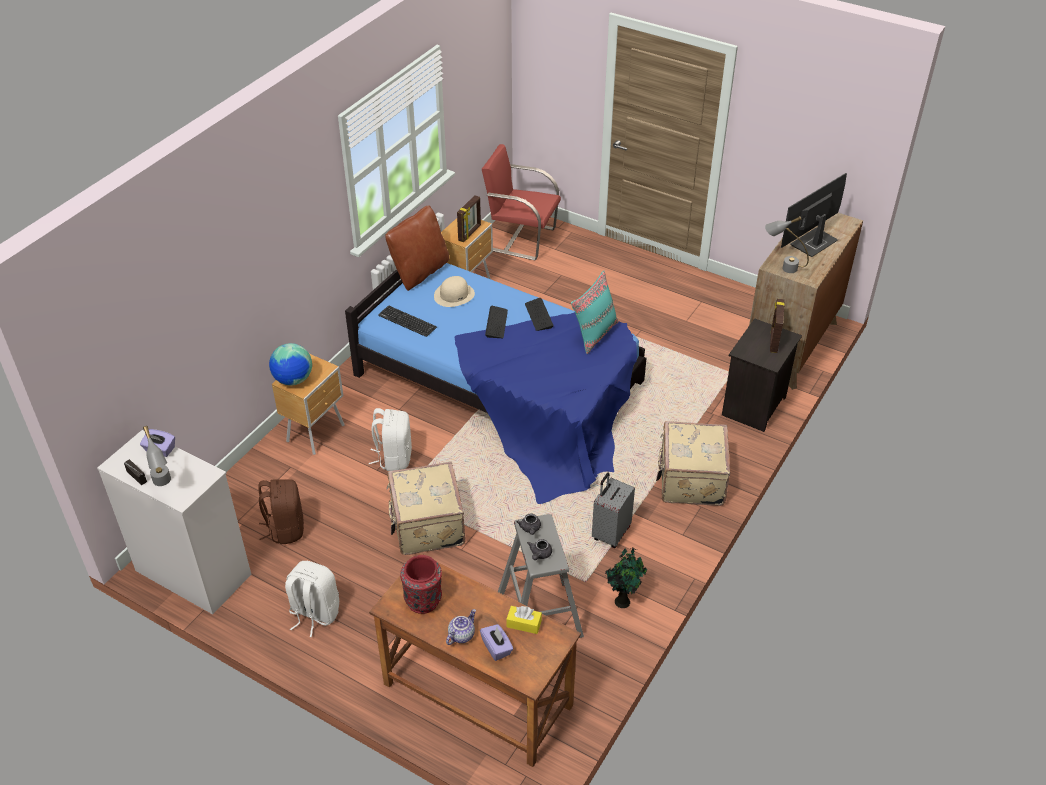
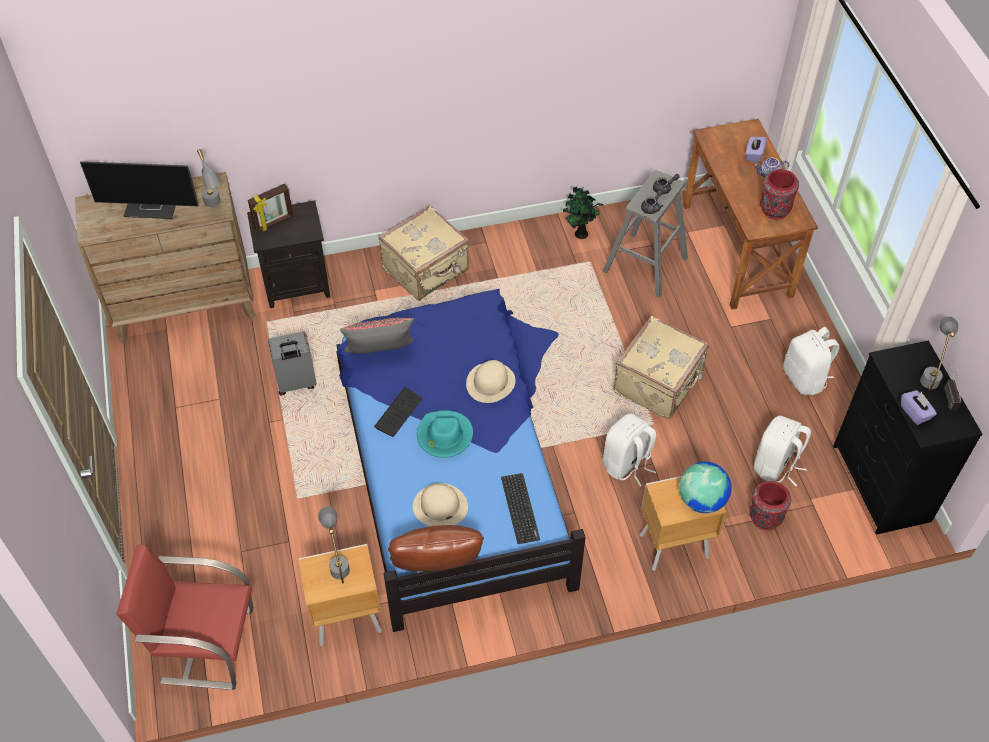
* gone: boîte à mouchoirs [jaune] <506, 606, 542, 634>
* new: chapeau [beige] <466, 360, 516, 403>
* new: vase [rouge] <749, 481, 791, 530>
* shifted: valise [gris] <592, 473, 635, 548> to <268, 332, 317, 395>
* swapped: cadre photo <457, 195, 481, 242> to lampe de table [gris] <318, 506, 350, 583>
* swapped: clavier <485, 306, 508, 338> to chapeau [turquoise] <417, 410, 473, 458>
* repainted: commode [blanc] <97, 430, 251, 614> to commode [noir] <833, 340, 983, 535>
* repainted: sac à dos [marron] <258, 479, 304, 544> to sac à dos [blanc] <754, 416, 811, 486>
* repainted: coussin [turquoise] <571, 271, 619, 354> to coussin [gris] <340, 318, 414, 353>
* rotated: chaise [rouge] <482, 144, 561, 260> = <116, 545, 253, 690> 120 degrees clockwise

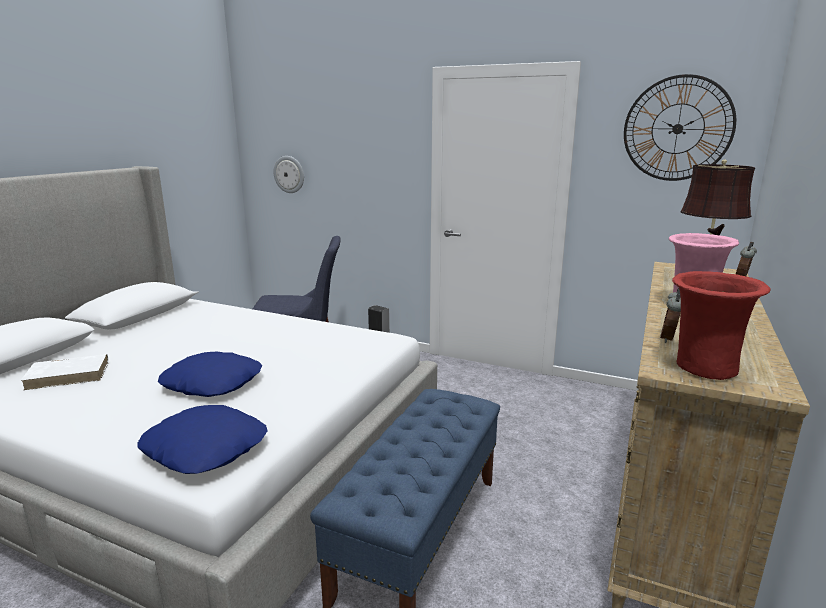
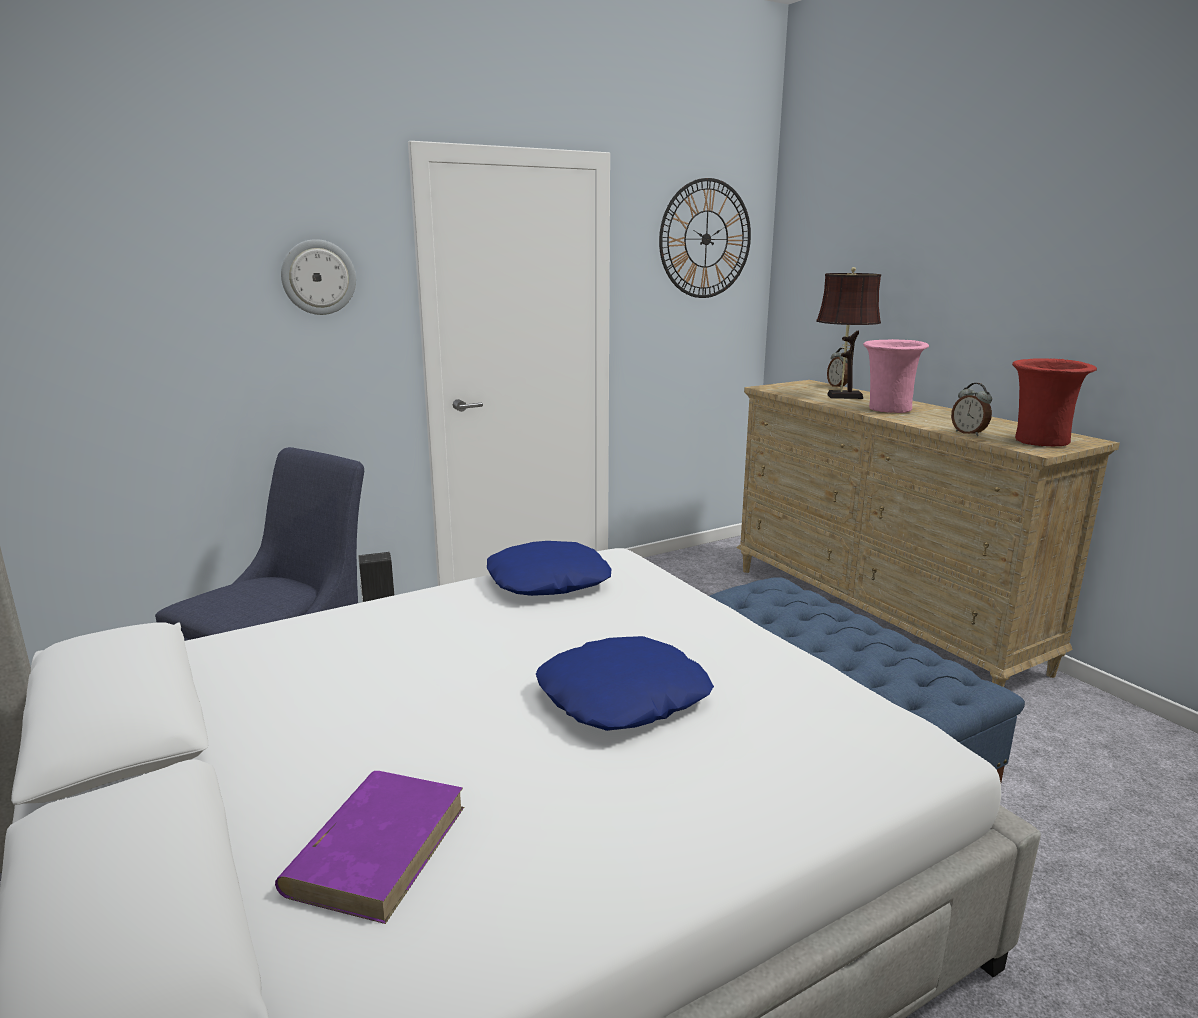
* shifted: coussin [bleu] <137, 405, 267, 474> to <487, 541, 611, 596>
* shifted: horloge murale <274, 156, 304, 193> to <281, 239, 356, 315>
* repainted: livre [blanc] <20, 354, 109, 390> to livre [violet] <275, 771, 464, 924>

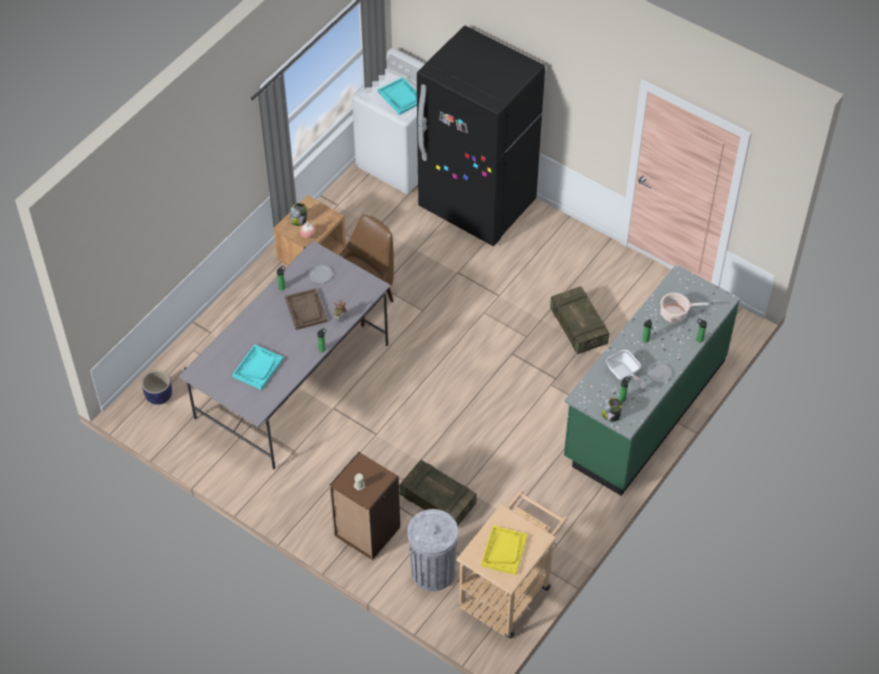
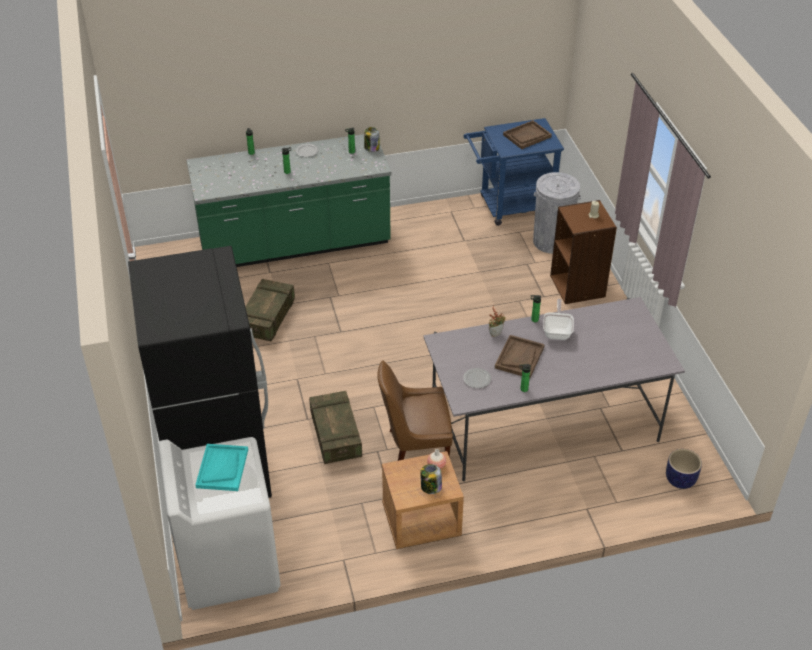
* gone: plateau [turquoise] <232, 344, 283, 390>
* gone: marmite <660, 293, 709, 323>
* shifted: caisse <400, 460, 477, 526> to <309, 391, 362, 464>
* shifted: poêle <606, 350, 646, 389> to <543, 299, 574, 340>
* repainted: chariot [beige] <456, 490, 567, 639> to chariot [bleu] <464, 118, 564, 226>
* repainted: plateau [jaune] <481, 525, 528, 575> to plateau [marron] <503, 120, 552, 149>

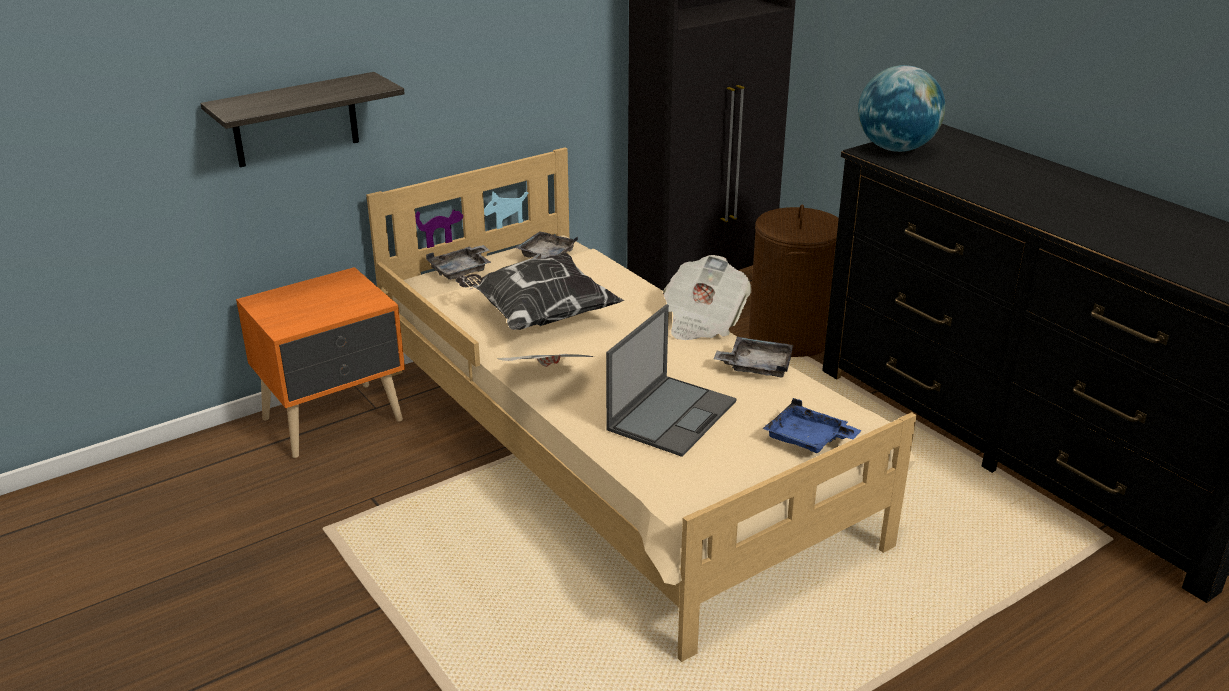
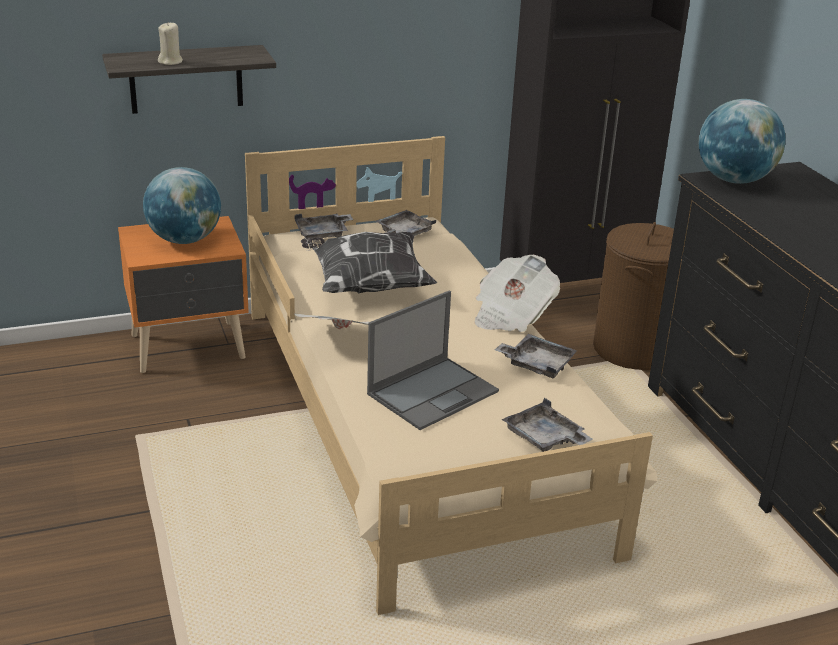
* new: globe <143, 167, 221, 244>
* new: bougie [beige] <158, 22, 183, 65>
* repainted: plateau [bleu] <762, 398, 862, 453> to plateau [gris] <501, 398, 593, 452>

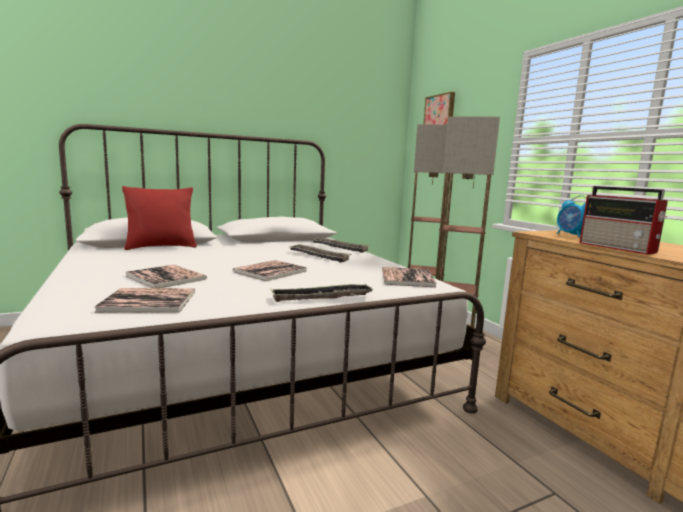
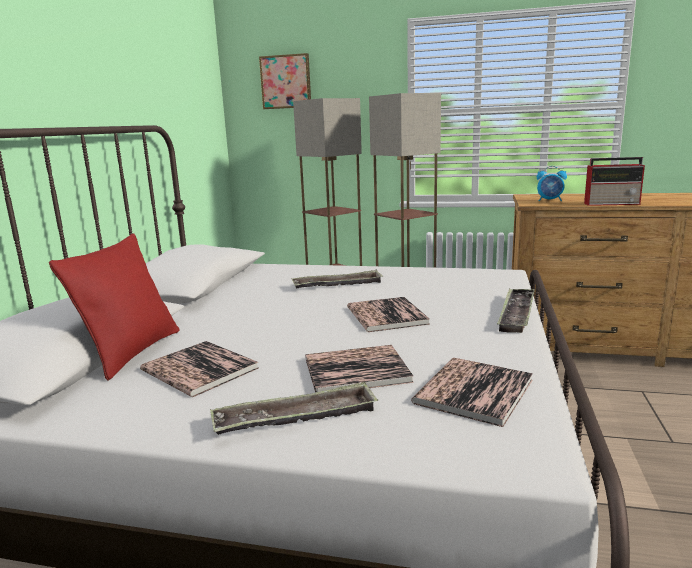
* shifted: plateau <313, 238, 370, 253> to <210, 382, 378, 435>
* shifted: livre <382, 267, 436, 287> to <140, 341, 258, 397>

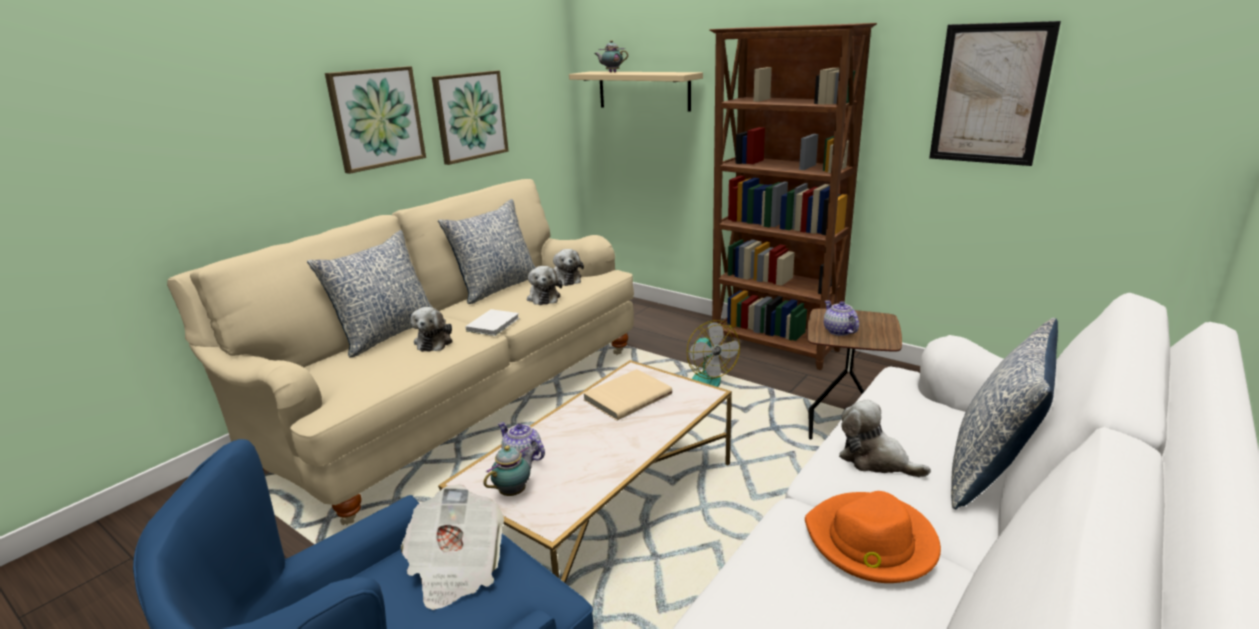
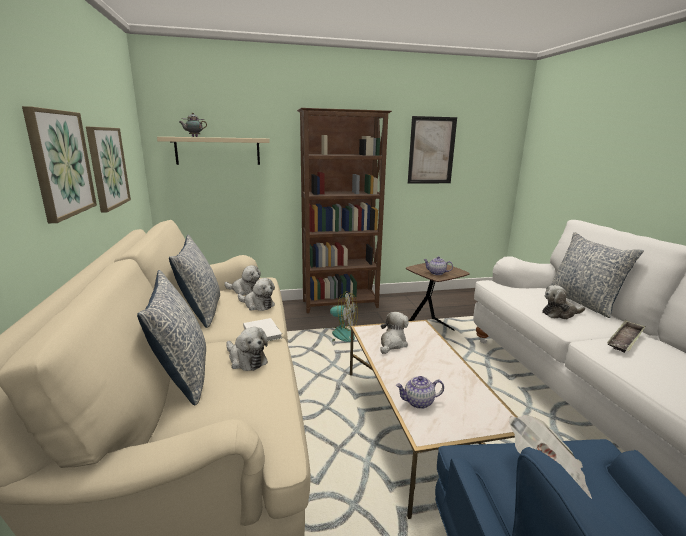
* gone: théière <483, 446, 536, 496>
* swapped: livre [beige] <583, 369, 672, 421> to peluche <380, 312, 409, 354>
* swapped: chapeau [orange] <805, 491, 941, 583> to plateau <607, 320, 645, 353>

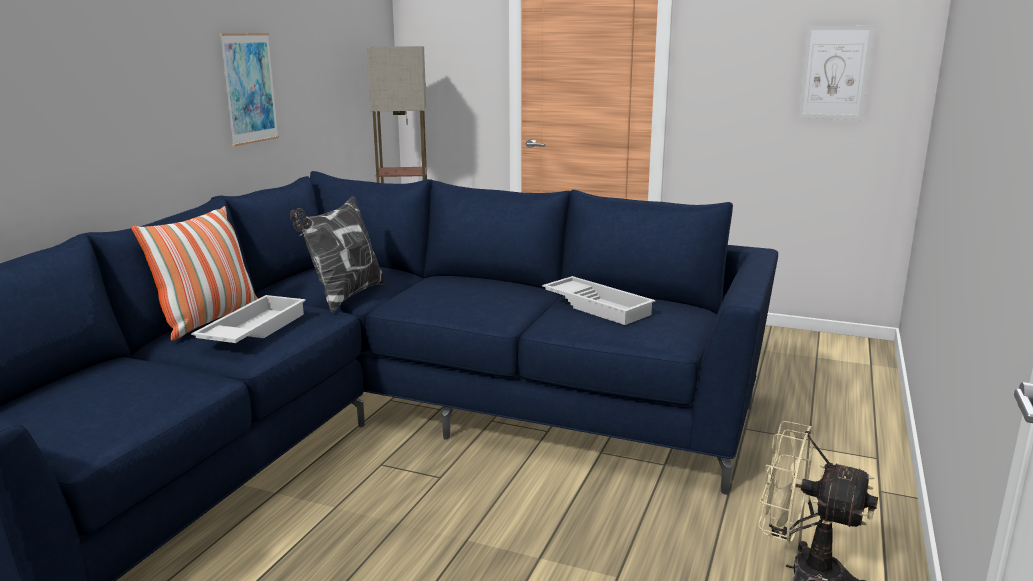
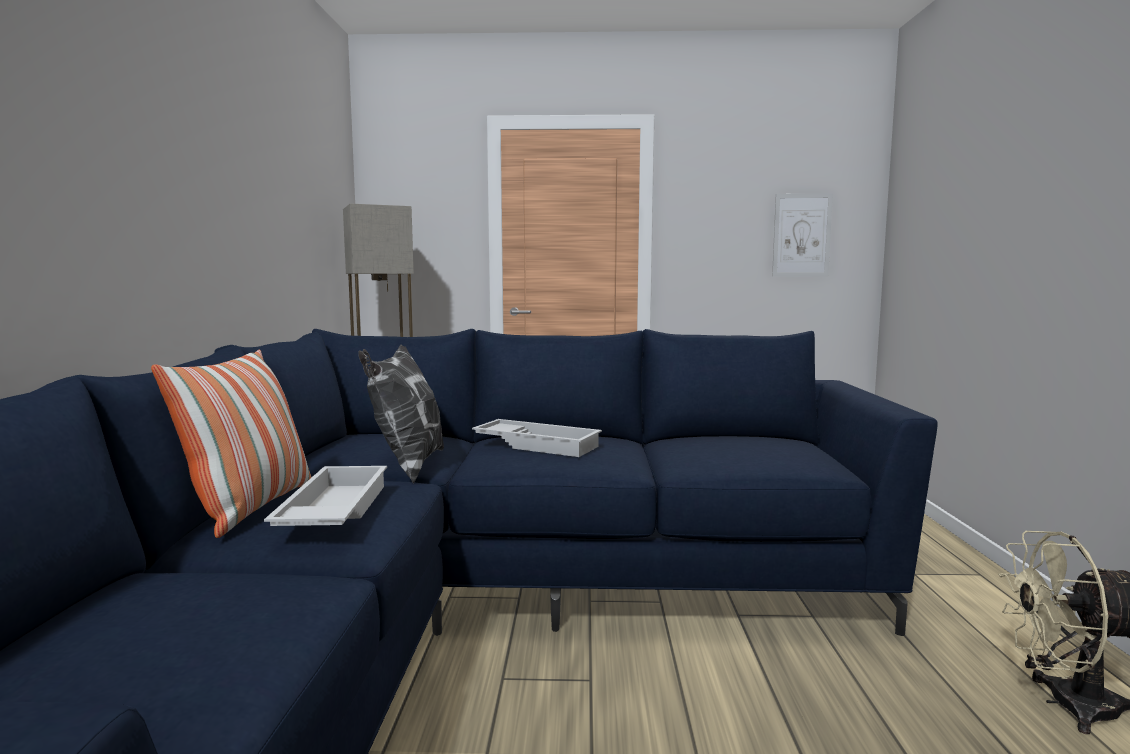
* gone: tableau <219, 33, 279, 147>
* shifted: plateau [blanc] <542, 276, 656, 325> to <472, 419, 602, 457>

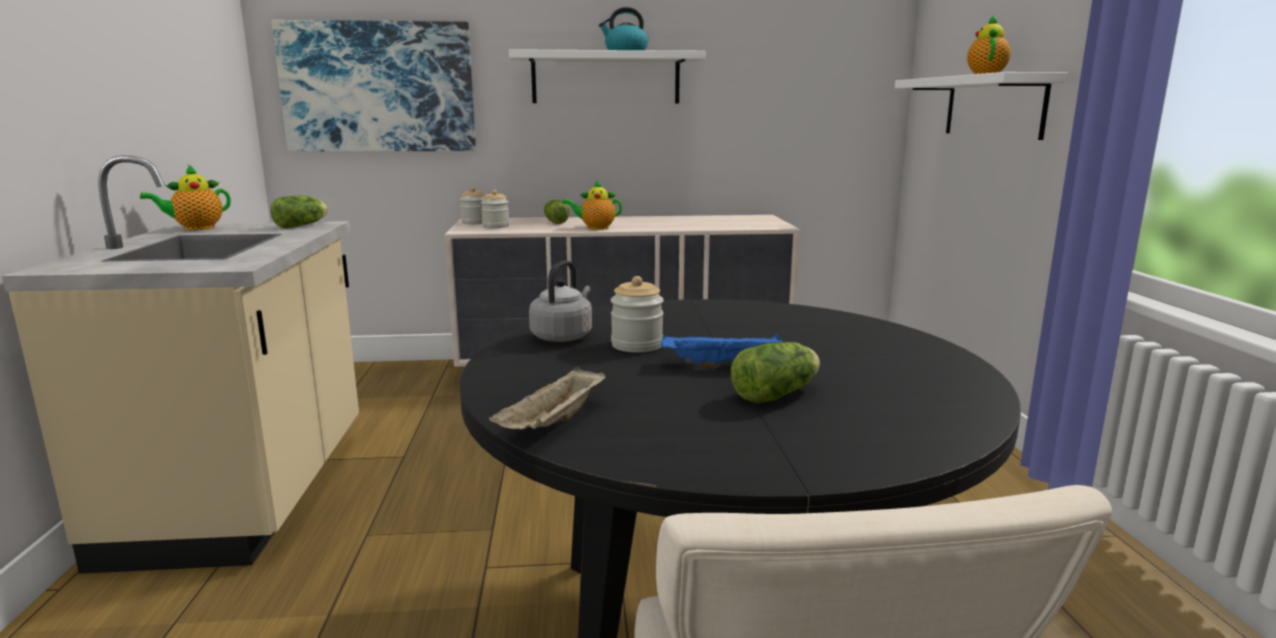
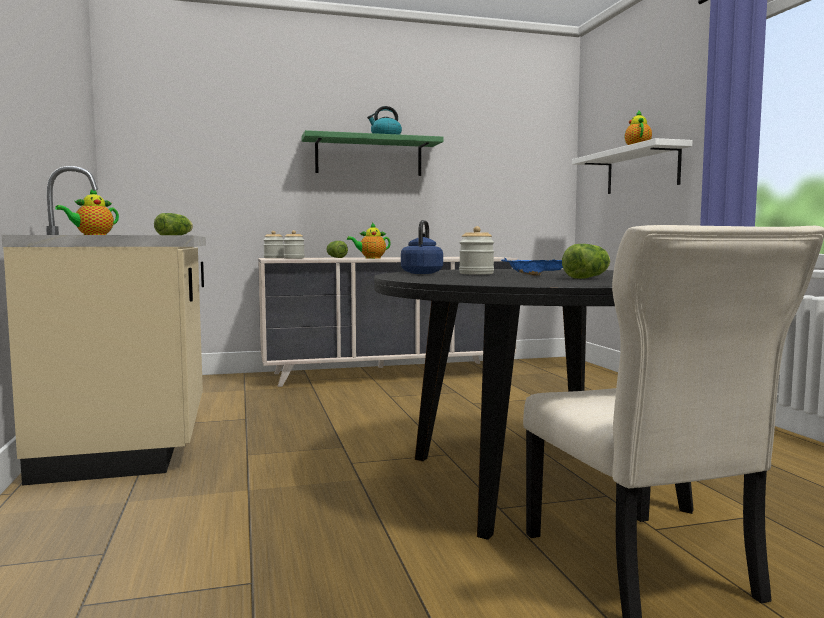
* gone: tableau <272, 20, 476, 152>
* gone: plateau [beige] <489, 366, 606, 429>
* repainted: étagère [blanc] <509, 49, 705, 103> to étagère [vert] <301, 130, 444, 176>
* repainted: bouilloire [gris] <529, 260, 592, 342> to bouilloire [bleu] <401, 220, 443, 274>

